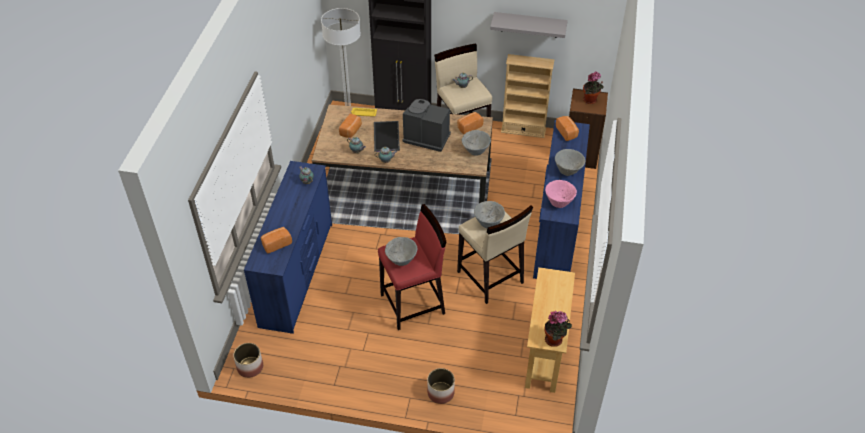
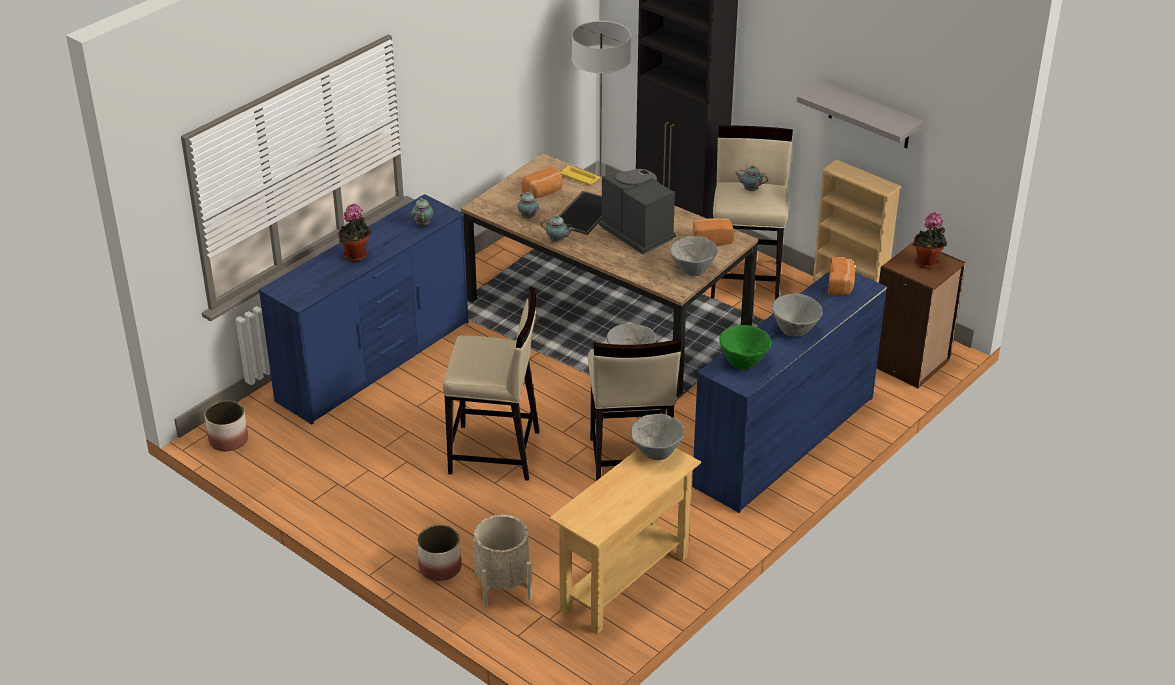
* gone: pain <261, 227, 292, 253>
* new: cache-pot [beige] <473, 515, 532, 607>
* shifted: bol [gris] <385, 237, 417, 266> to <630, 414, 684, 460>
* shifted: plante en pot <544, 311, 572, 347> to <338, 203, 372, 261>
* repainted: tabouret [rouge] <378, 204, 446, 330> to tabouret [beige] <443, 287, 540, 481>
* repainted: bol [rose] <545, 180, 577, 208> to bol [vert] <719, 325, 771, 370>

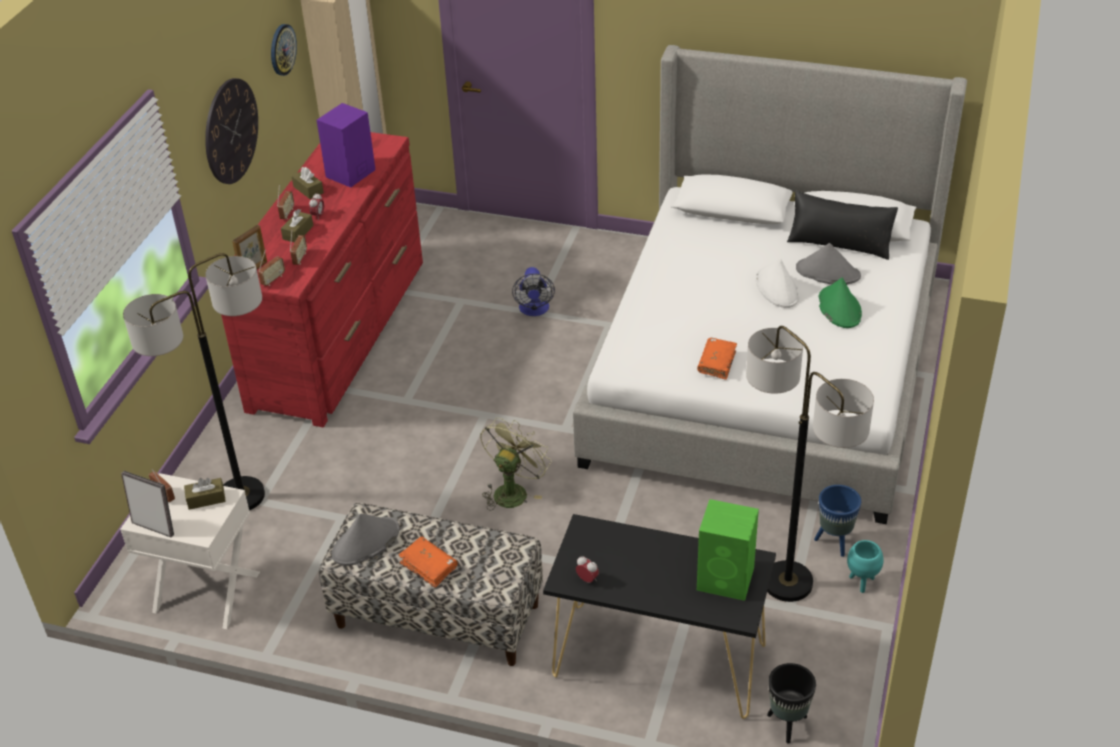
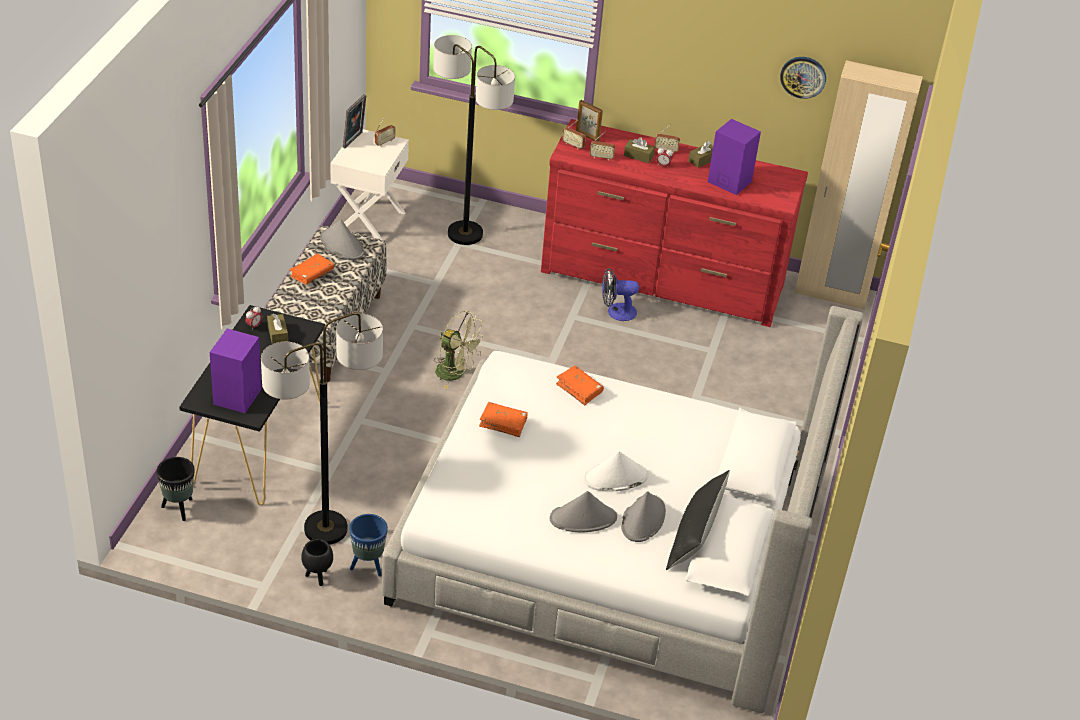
* gone: horloge murale <205, 78, 258, 184>
* new: livre [orange] <556, 366, 604, 405>
* shifted: boîte à mouchoirs [marron] <184, 478, 226, 510> to <267, 314, 288, 344>
* shifted: ventilateur <512, 267, 555, 316> to <602, 268, 639, 321>
* repainted: enceinte [vert] <697, 499, 759, 601> to enceinte [violet] <210, 329, 262, 413>
* repainted: chapeau [vert] <819, 277, 862, 328> to chapeau [gris] <550, 491, 617, 533>
* repainted: cache-pot [turquoise] <847, 540, 883, 593> to cache-pot [noir] <301, 539, 333, 586>

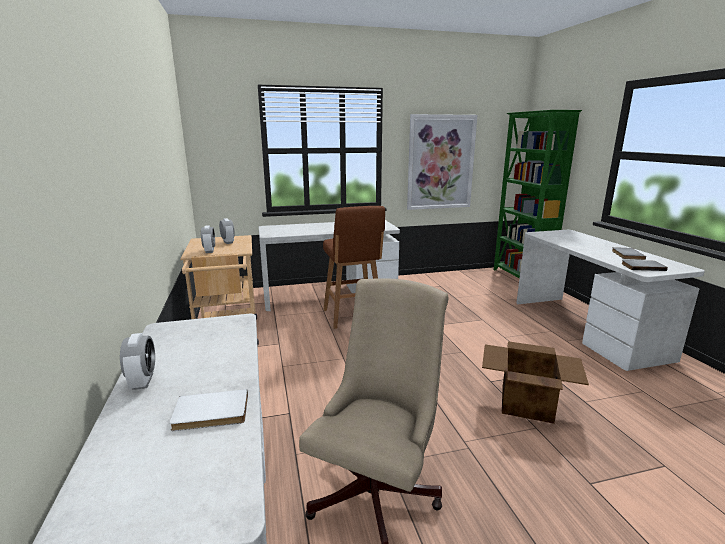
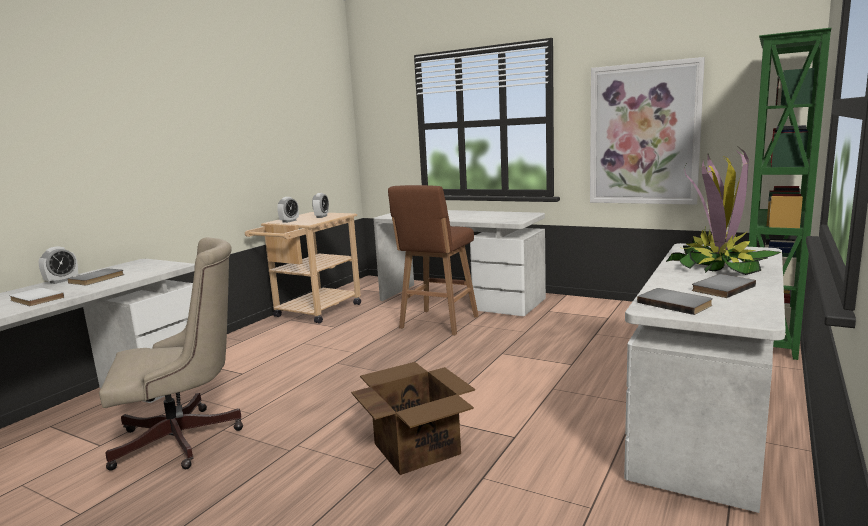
* new: livre [gris] <67, 268, 124, 285>
* new: plante en pot <666, 145, 781, 275>

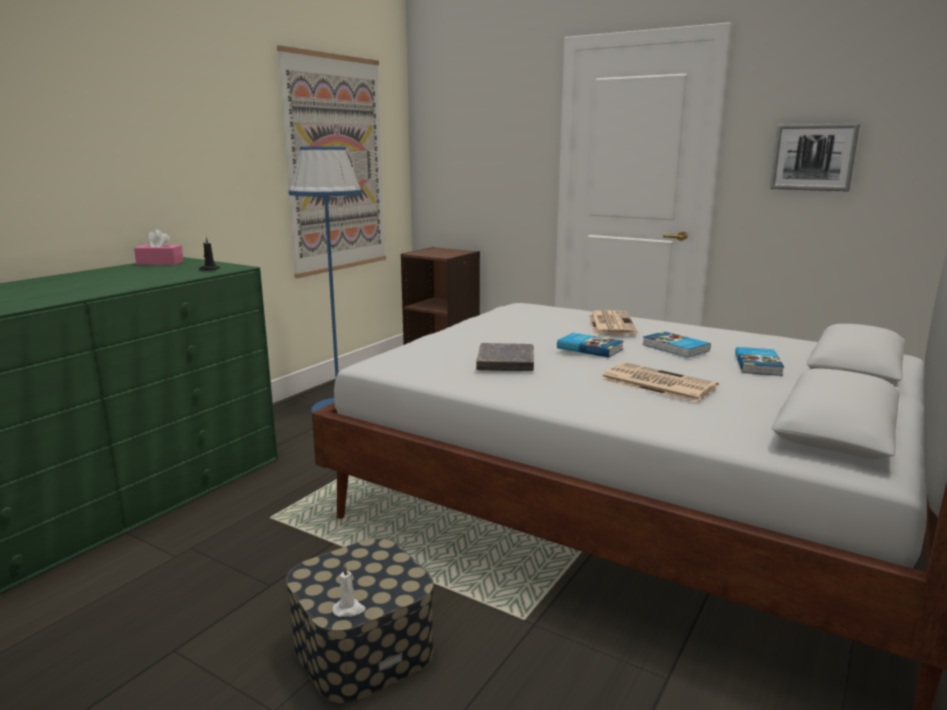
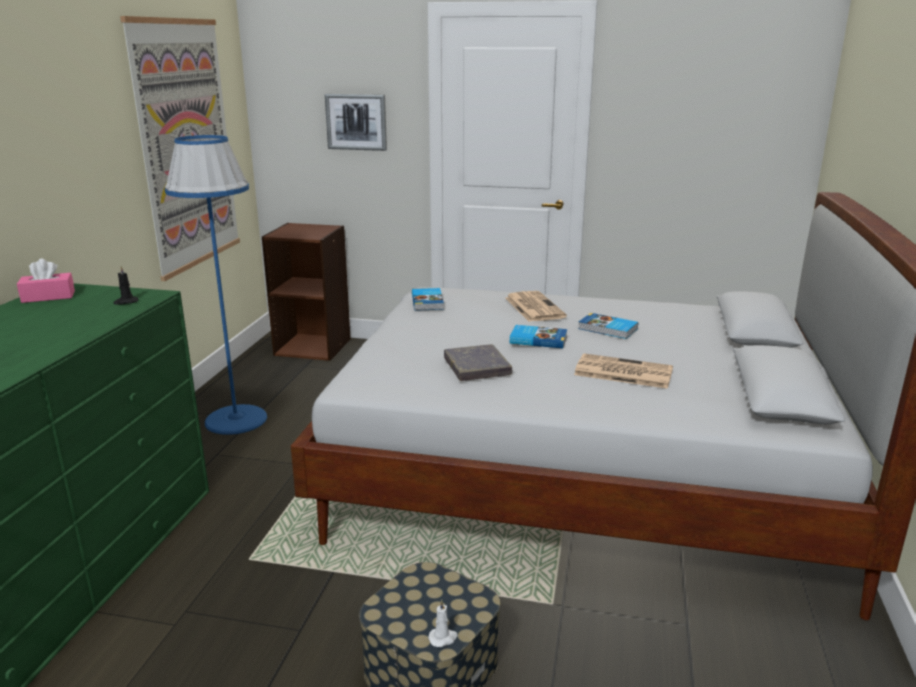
* shifted: livre <735, 347, 784, 376> to <412, 288, 444, 311>
* shifted: tableau <770, 123, 860, 191> to <325, 94, 387, 151>

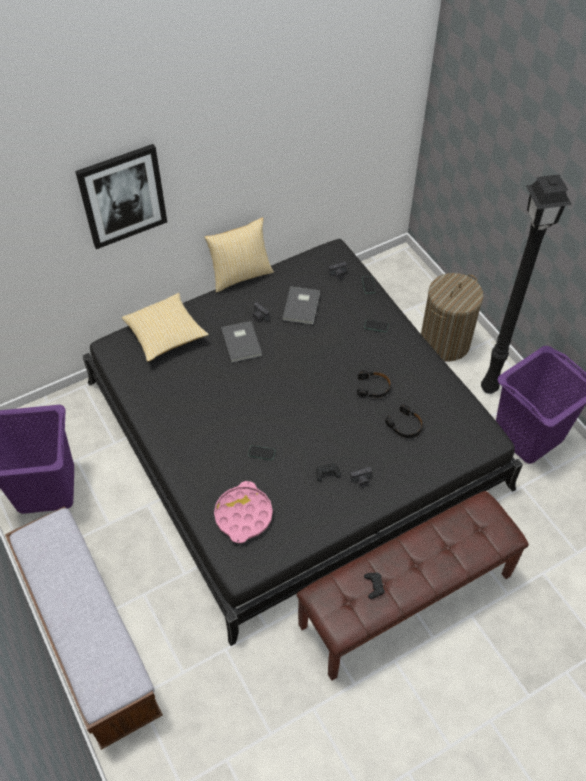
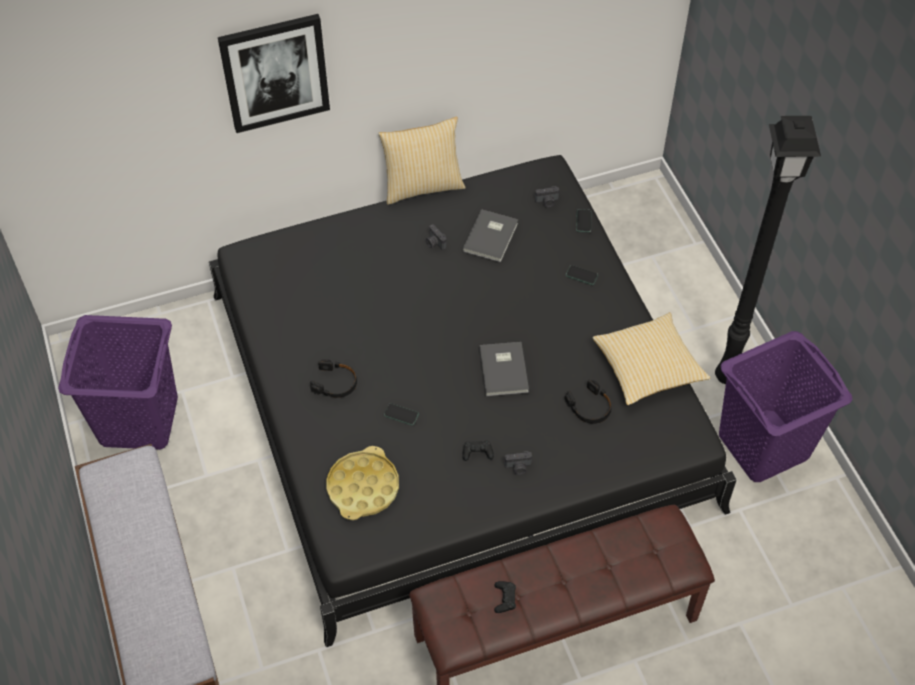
* gone: panier à linge <421, 273, 484, 361>
* shifted: coussin <122, 293, 209, 362> to <593, 312, 710, 405>
* shifted: livre [gris] <221, 321, 262, 363> to <479, 342, 529, 396>
* shifted: casque audio [noir] <357, 370, 391, 398> to <310, 359, 357, 398>
* repainted: plateau [rose] <214, 481, 273, 543> to plateau [jaune] <327, 446, 399, 520>

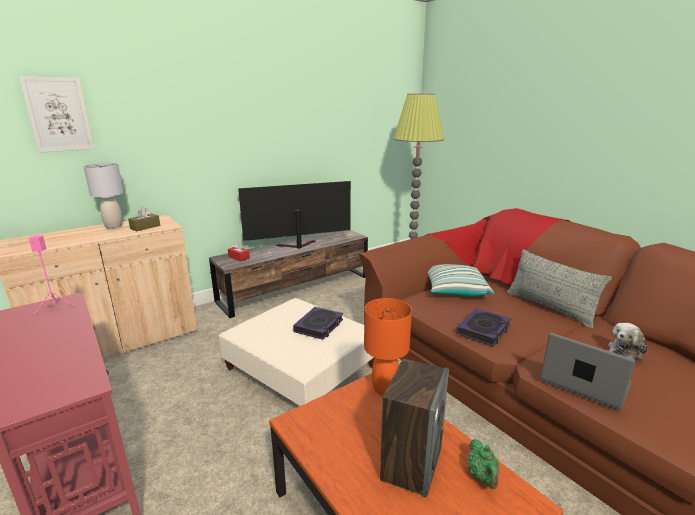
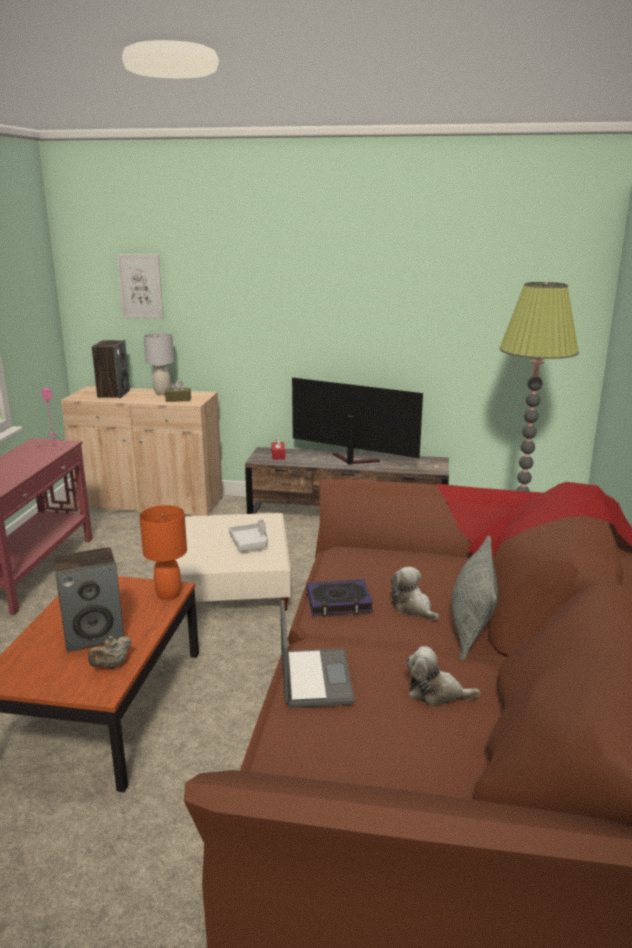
* gone: coussin <428, 264, 494, 296>
* new: enceinte <92, 340, 130, 398>
* new: peluche <391, 567, 439, 621>
* swapped: livre <293, 307, 343, 340> to plateau [gris] <229, 519, 268, 551>
* repainted: théière [vert] <467, 439, 499, 489> to théière [beige] <88, 636, 132, 668>

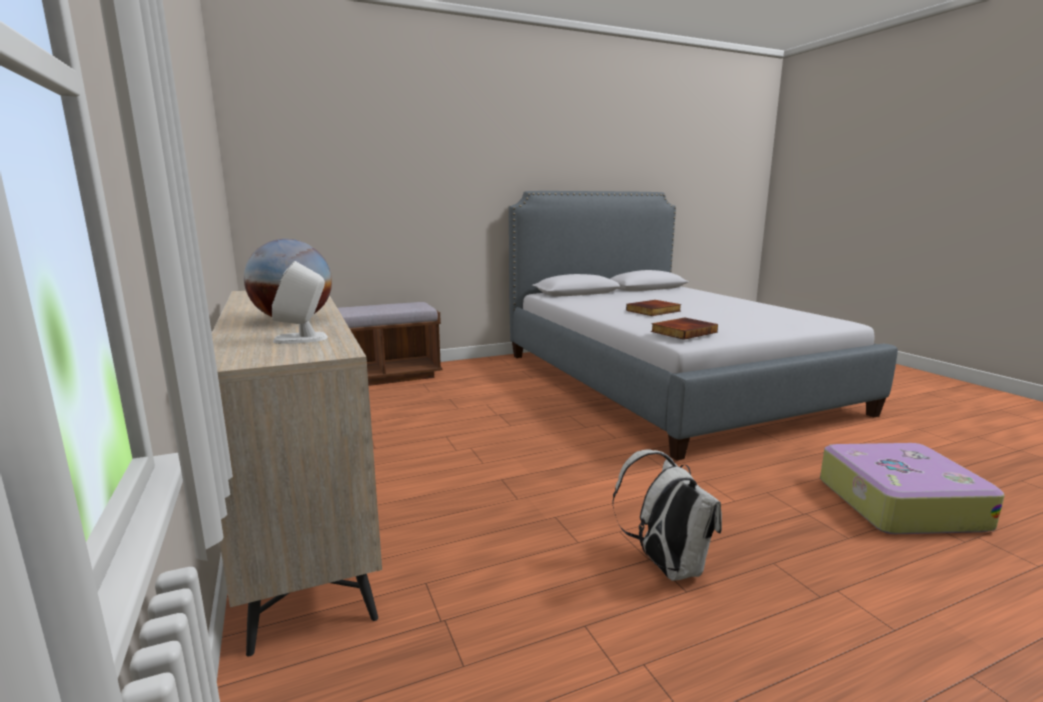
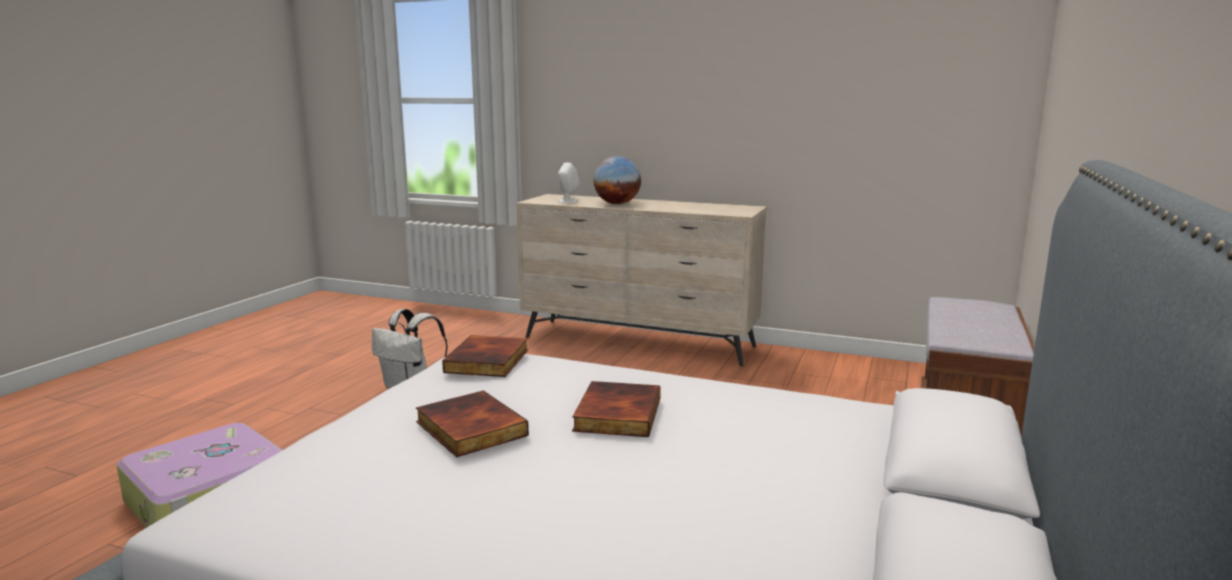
* new: livre <416, 390, 529, 457>

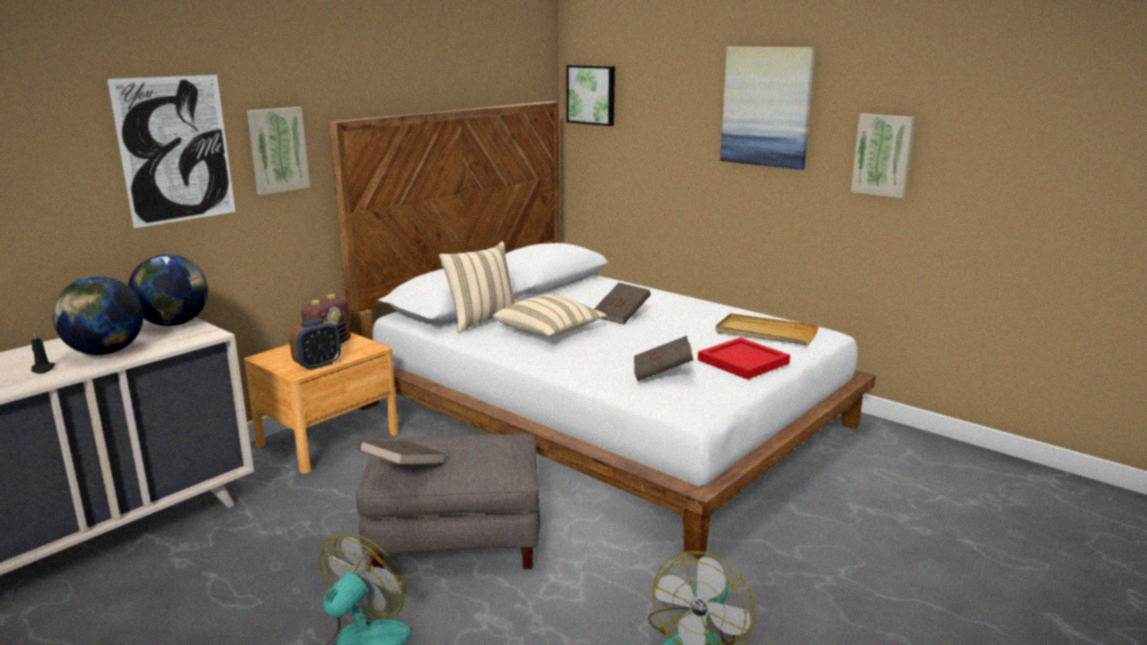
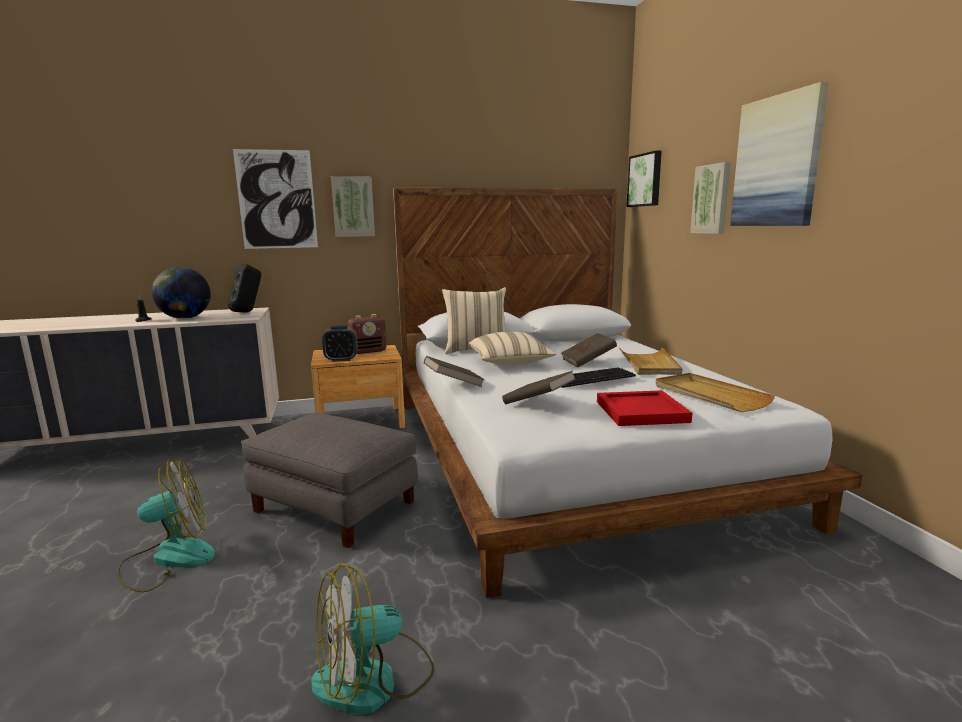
* new: clavier <562, 367, 636, 388>
* new: plateau [beige] <619, 347, 683, 375>
* shifted: livre [marron] <359, 441, 446, 465> to <424, 356, 485, 387>
* shifted: tableau <851, 114, 915, 198> to <690, 162, 731, 234>
* swapped: globe <128, 254, 208, 326> to enceinte [noir] <228, 264, 261, 312>

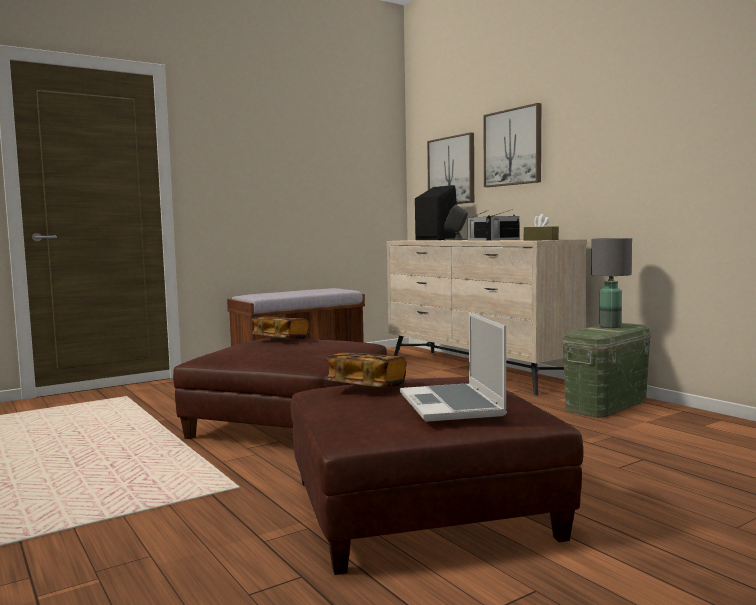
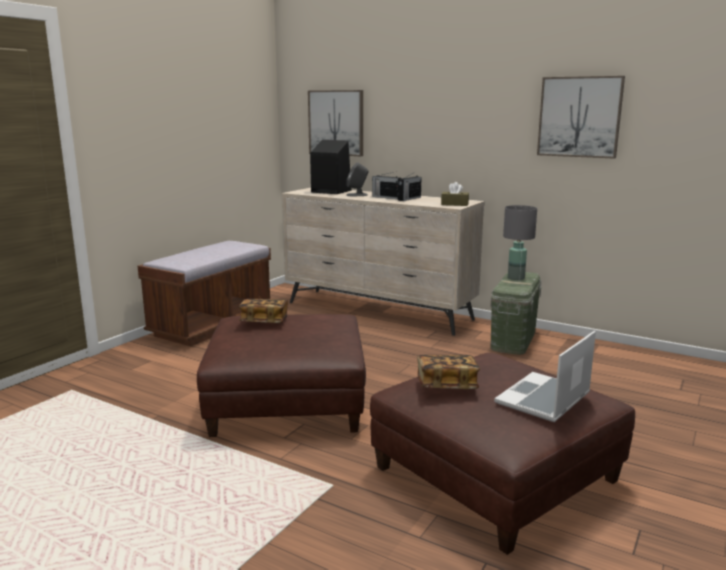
* shifted: tableau <484, 103, 541, 187> to <537, 76, 625, 159>
* rotated: ordinateur portable <400, 312, 507, 422> = <494, 331, 596, 422> 75 degrees clockwise

